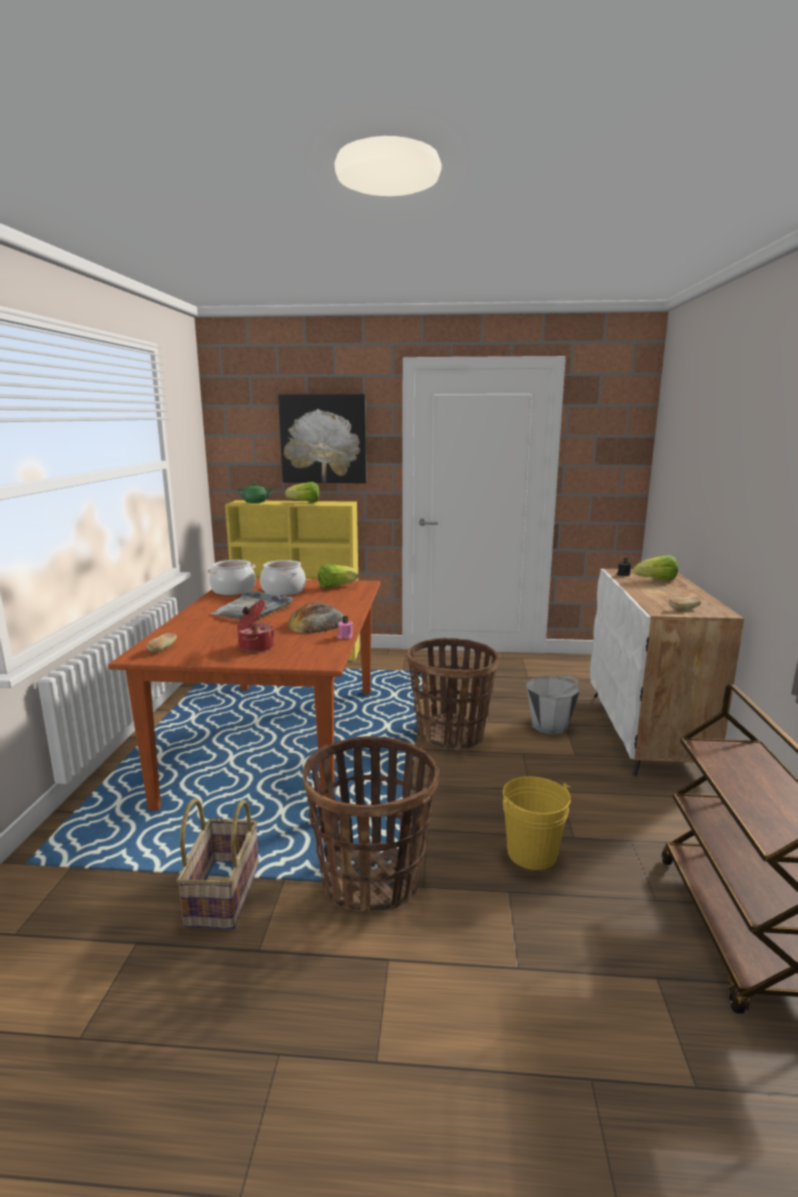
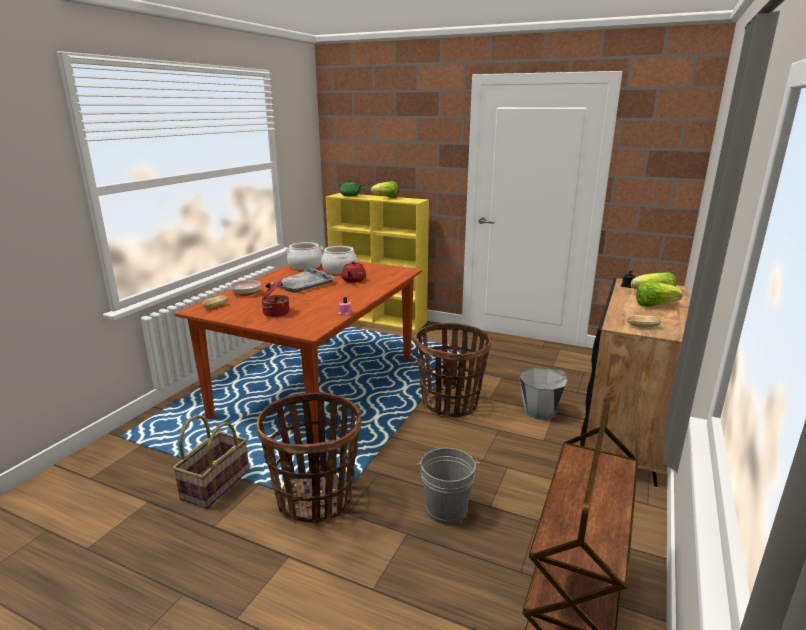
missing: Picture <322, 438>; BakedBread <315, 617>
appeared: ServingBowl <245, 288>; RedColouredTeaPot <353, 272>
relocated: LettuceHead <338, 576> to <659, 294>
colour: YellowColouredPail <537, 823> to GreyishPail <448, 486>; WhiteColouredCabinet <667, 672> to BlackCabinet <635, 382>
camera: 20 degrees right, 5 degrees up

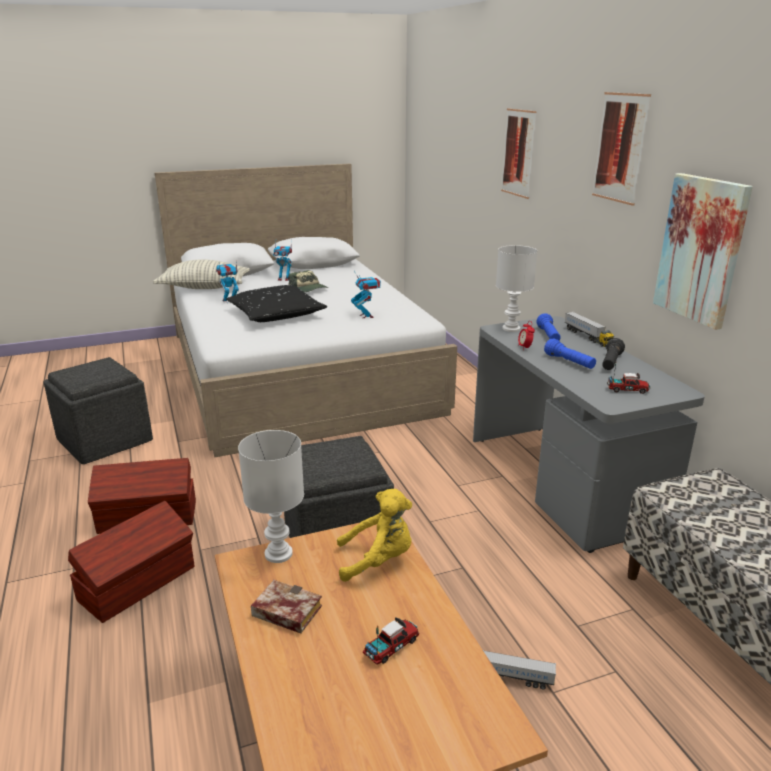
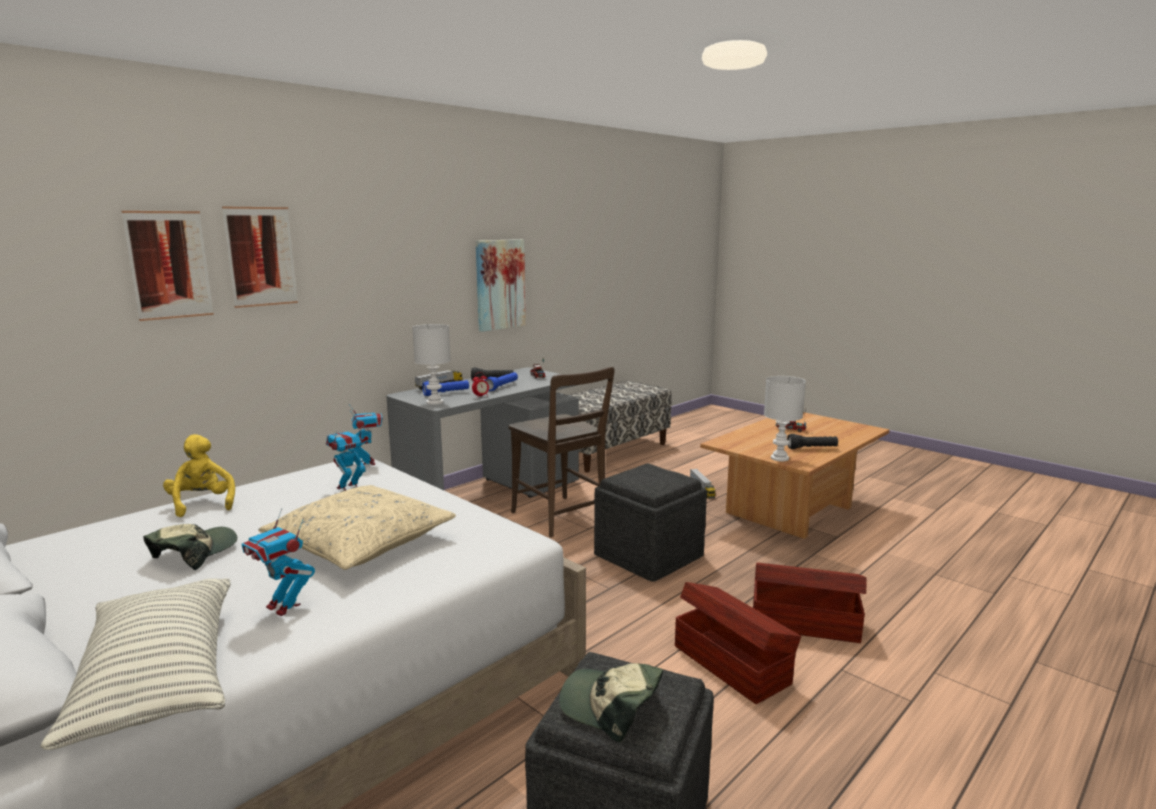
appeared: BrownChair <562, 452>; BaseballCap <611, 702>
relocated: RobotFigure <282, 260> to <365, 434>; YellowColouredPlushToy <374, 535> to <199, 475>; Picture <621, 149> to <167, 266>
exchanged: BoundBook <286, 607> to BlackTorch <812, 441>
colour: BlackCushion <276, 303> to BeigeCushion <357, 527>
camera: 115 degrees left, 10 degrees down

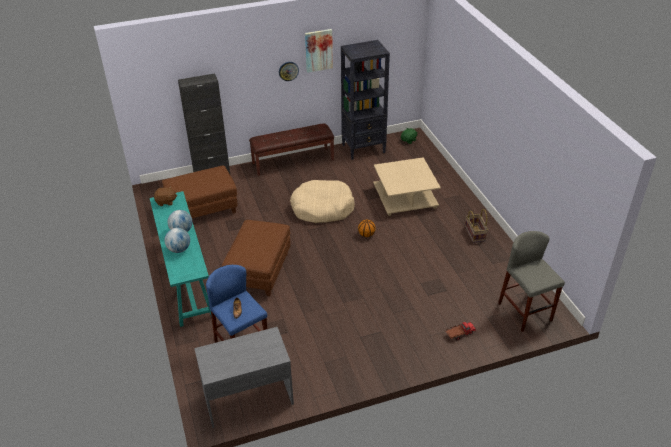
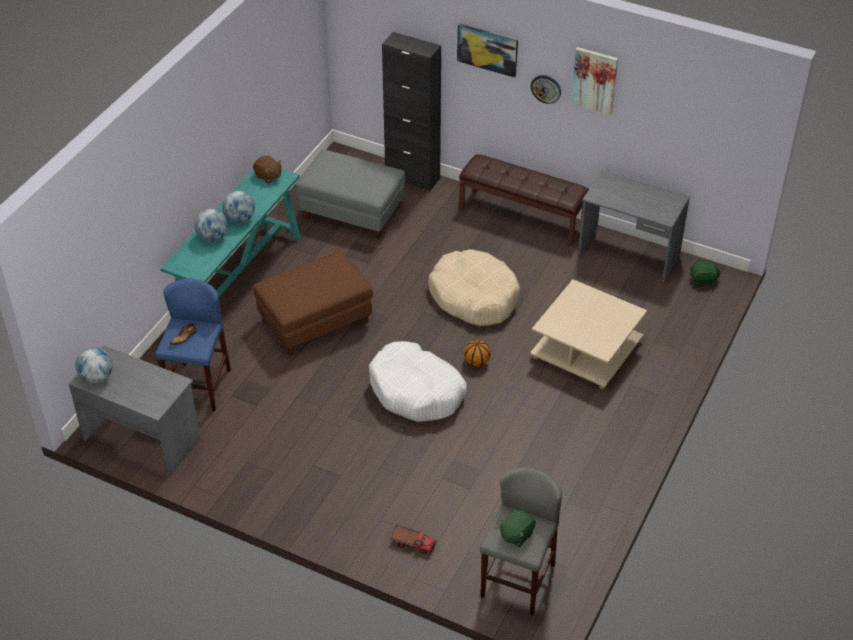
missing: StorageBasket <476, 226>
appeared: WorldGlobe <94, 365>; WhiteColouredDogBed <418, 381>; Picture <487, 51>; GreenishPlushToy <517, 528>
exchanged: BlackShelvingUnit <365, 100> to GreyishDesk <634, 226>
colour: BrownOttoman <200, 191> to GreyishOttoman <350, 194>
camera: 45 degrees right, 5 degrees up

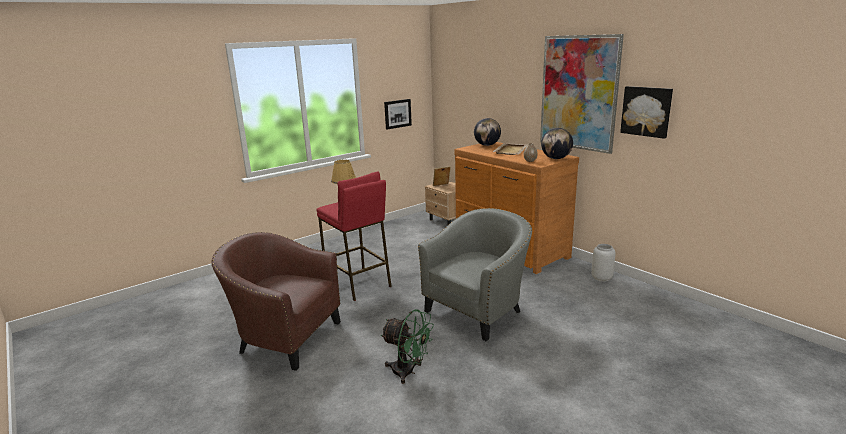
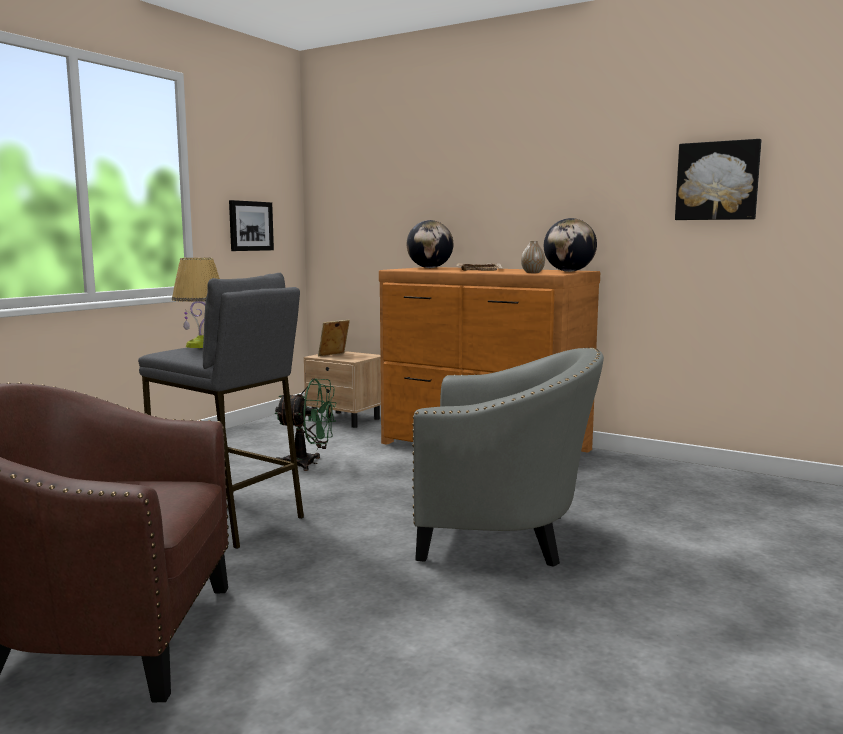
missing: Picture <582, 94>; GreyishVase <603, 263>
relocated: GreenishElectricFan <407, 346> to <305, 424>
colour: RedColouredStoolSeat <354, 236> to GreyishStoolSeat <221, 411>
spun: GreyishLoungeChair <475, 274> = <508, 457> 75 degrees clockwise
camera: 20 degrees left, 10 degrees down

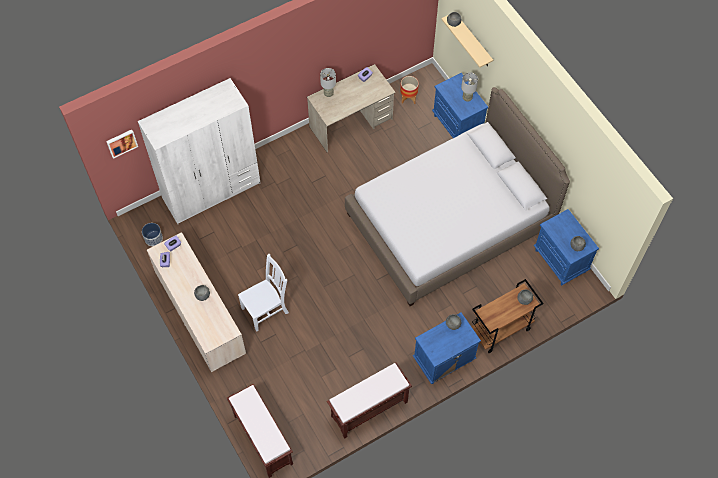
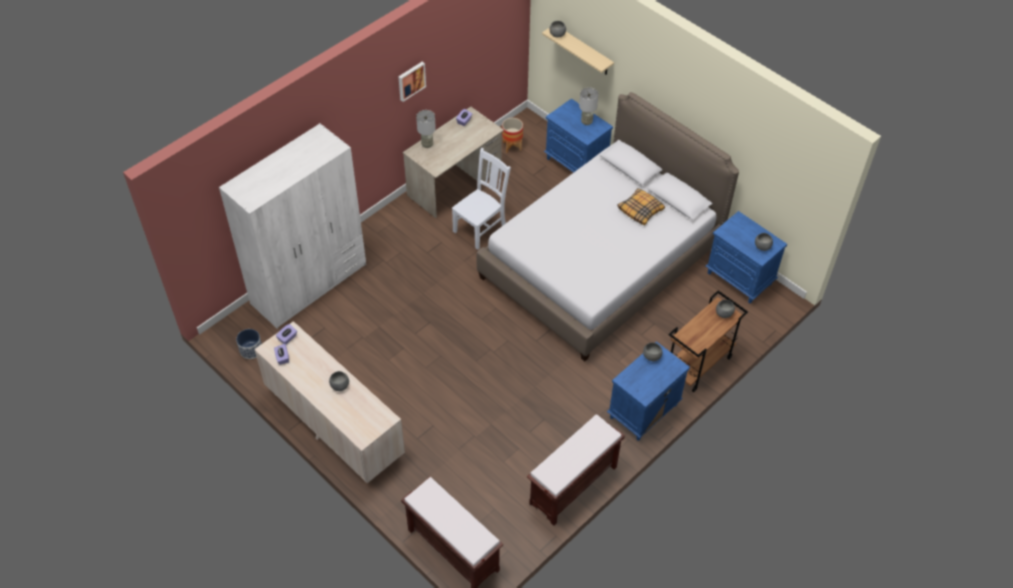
appeared: Cushion <641, 206>
relocated: Picture <122, 144> to <412, 82>; WhiteColouredChair <263, 293> to <481, 199>
camera: 15 degrees left, 10 degrees down

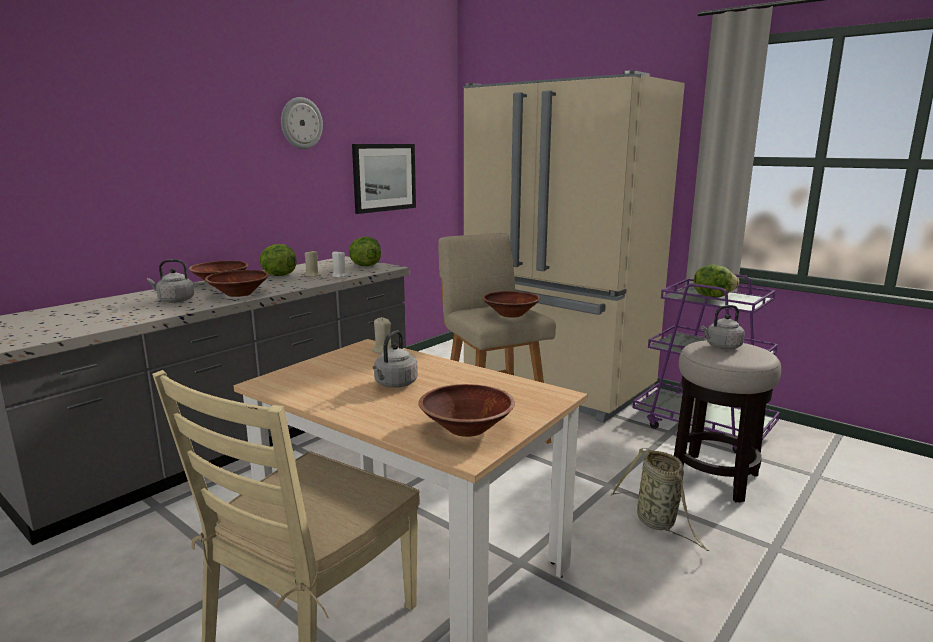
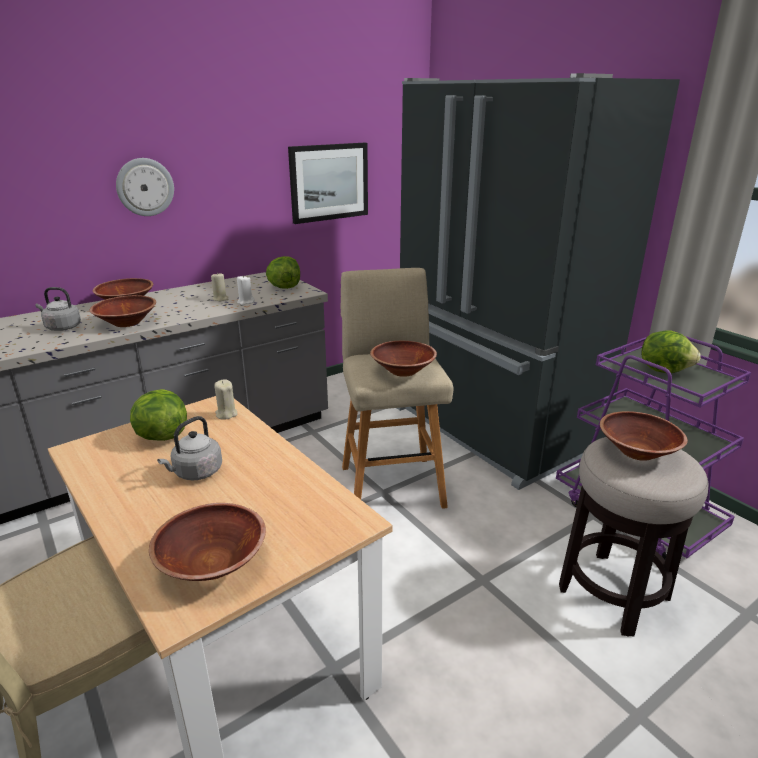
missing: StorageBasket <660, 499>
relocated: LettuceHead <278, 260> to <158, 415>; HangingClock <302, 123> to <145, 187>
exchanged: GreyishWaterKettle <722, 327> to BrownServingBowl <644, 436>
colour: BeigeKitchenFridge <574, 247> to BlackKitchenFridge <538, 281>
camera: 15 degrees right, 10 degrees up

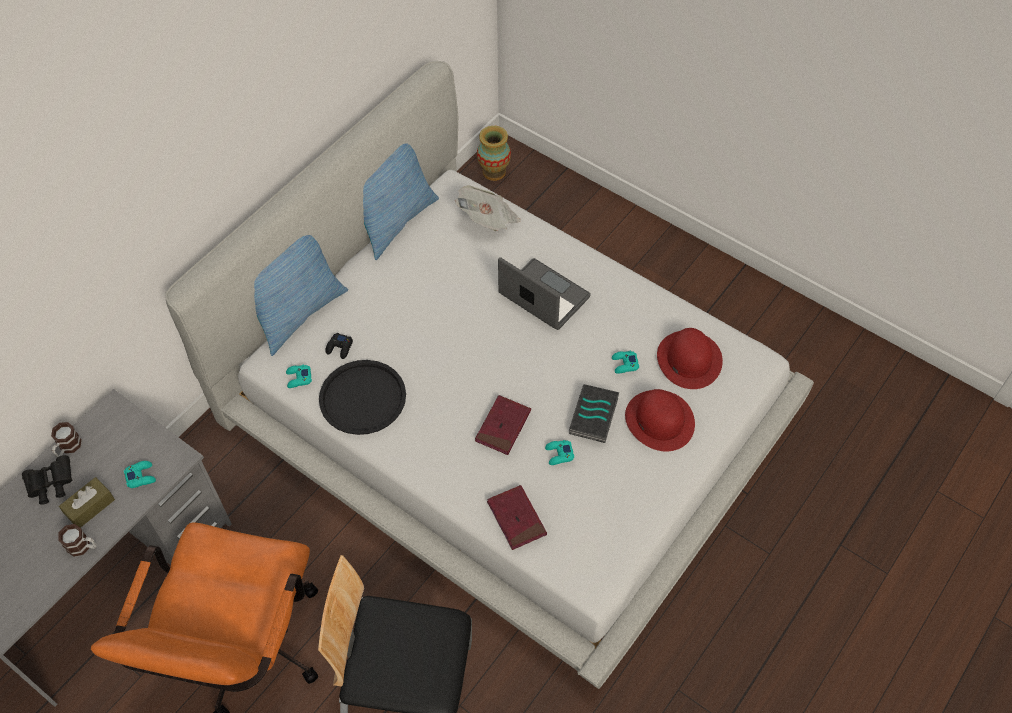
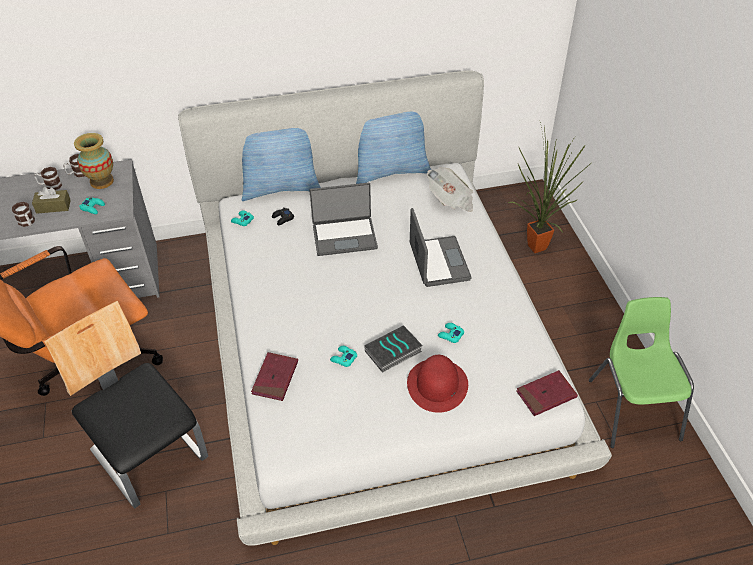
missing: BlackServingTray <362, 397>; RedColouredHat <690, 358>
appeared: Laptop <343, 219>; Houseplant <549, 187>; GreenishChair <641, 372>
relocated: RedColouredBoundBook <503, 425> to <547, 393>; Vase <494, 153> to <94, 161>
exchanged: BlackBinoculars <47, 480> to TeaMug <48, 178>
camera: 40 degrees right, 10 degrees down

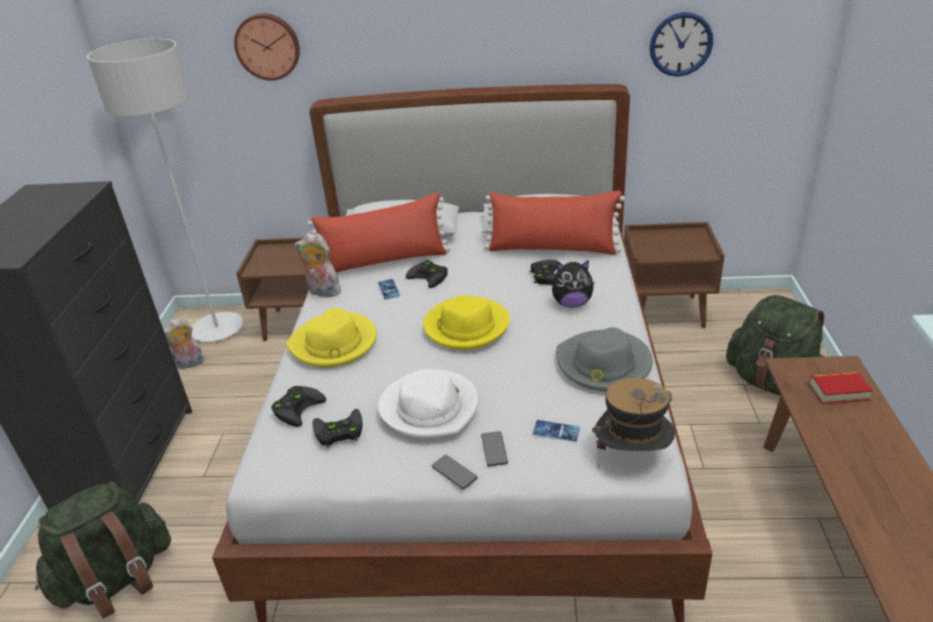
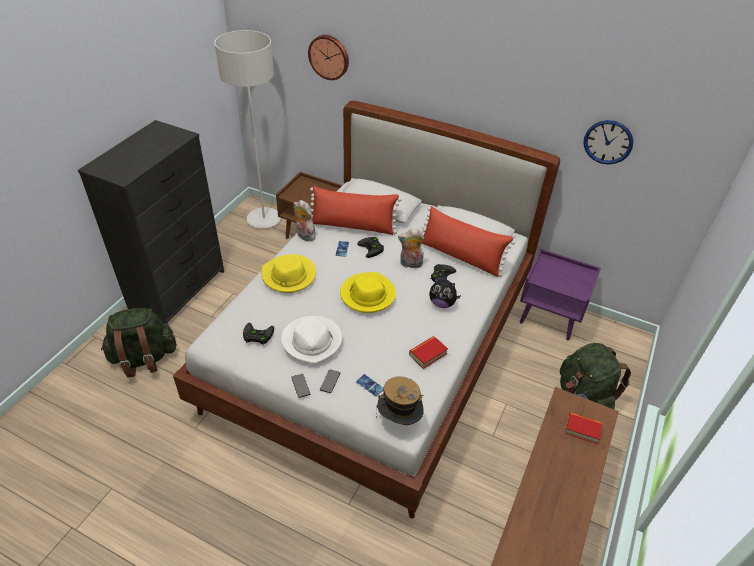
missing: BlackGameController <298, 406>
relocated: PlushToy <184, 343> to <411, 248>
exchanged: GreyishHat <604, 359> to BoundBook <428, 352>
colour: BrownNightstand <674, 275> to PurplishNightstand <560, 294>
camera: 20 degrees right, 10 degrees up

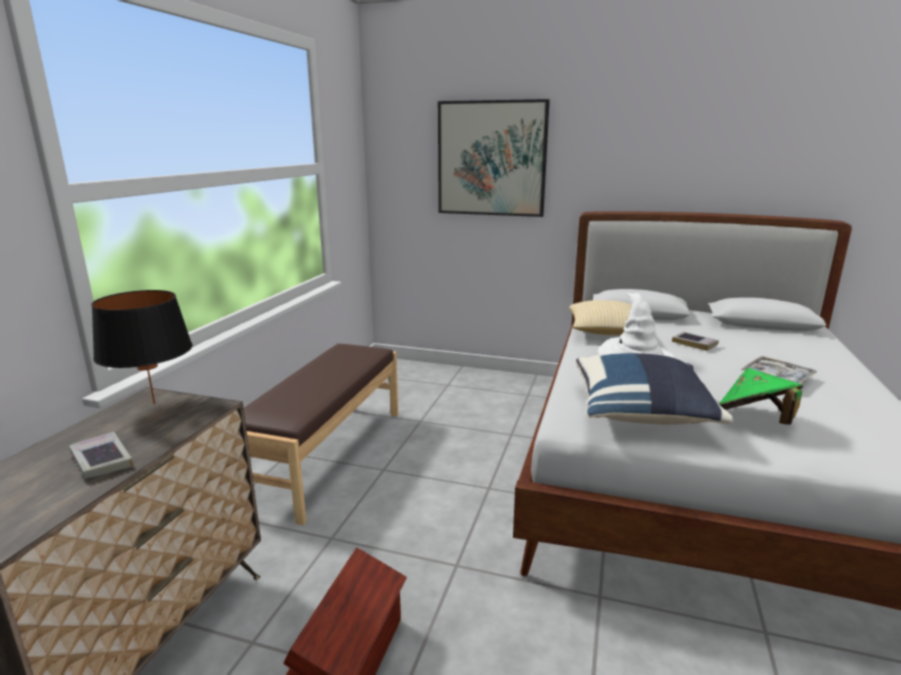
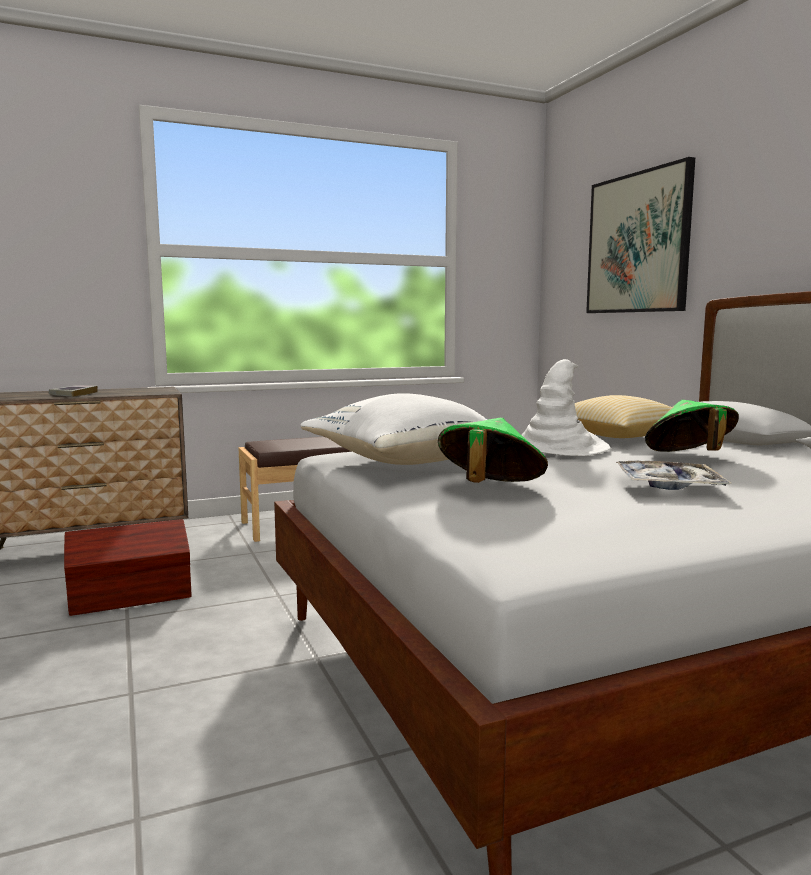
missing: BlackTableLamp <141, 347>
exchanged: BoundBook <695, 341> to GreenishHat <692, 426>
colour: BluishCushion <654, 389> to WhiteColouredCushion <394, 429>
camera: 50 degrees right, 10 degrees down

